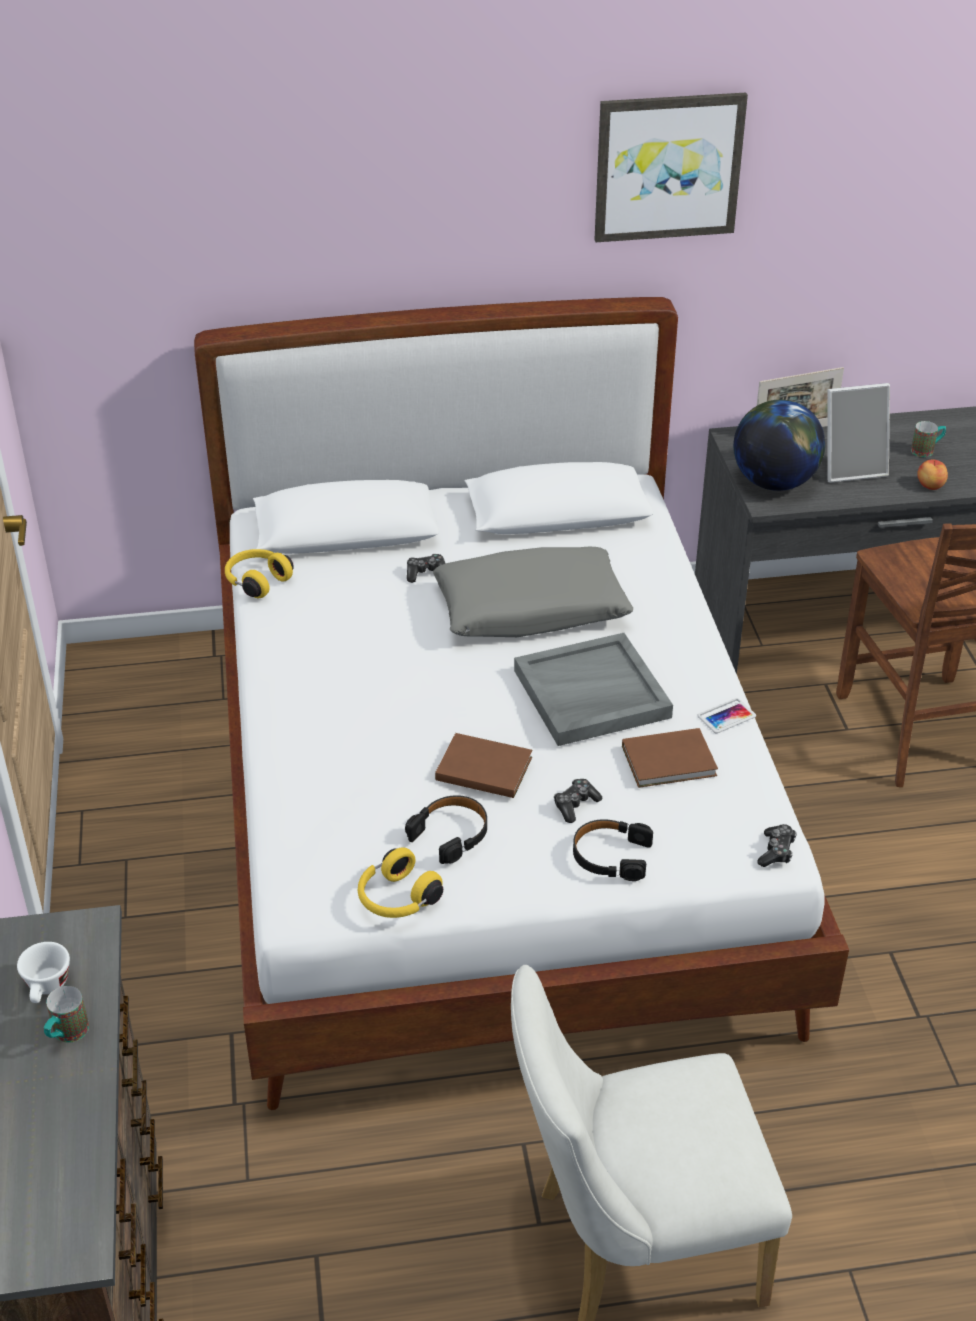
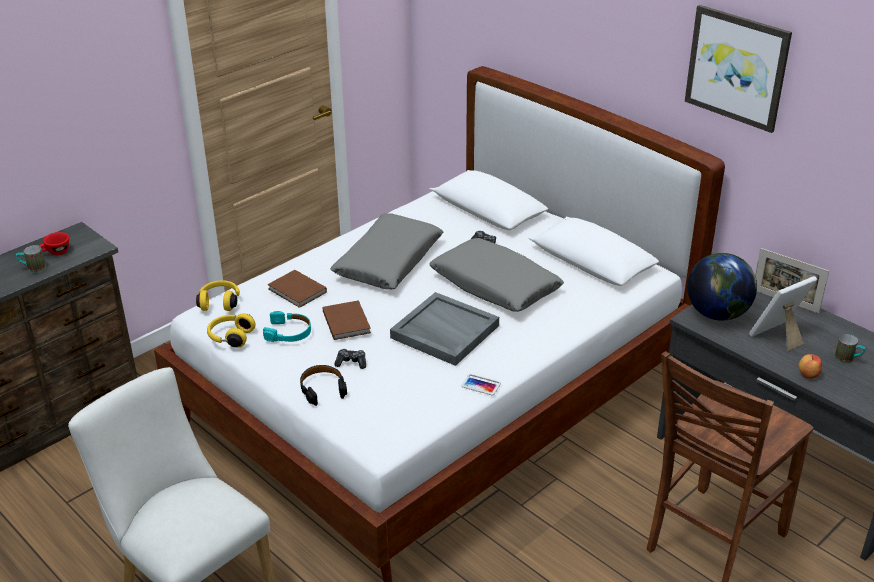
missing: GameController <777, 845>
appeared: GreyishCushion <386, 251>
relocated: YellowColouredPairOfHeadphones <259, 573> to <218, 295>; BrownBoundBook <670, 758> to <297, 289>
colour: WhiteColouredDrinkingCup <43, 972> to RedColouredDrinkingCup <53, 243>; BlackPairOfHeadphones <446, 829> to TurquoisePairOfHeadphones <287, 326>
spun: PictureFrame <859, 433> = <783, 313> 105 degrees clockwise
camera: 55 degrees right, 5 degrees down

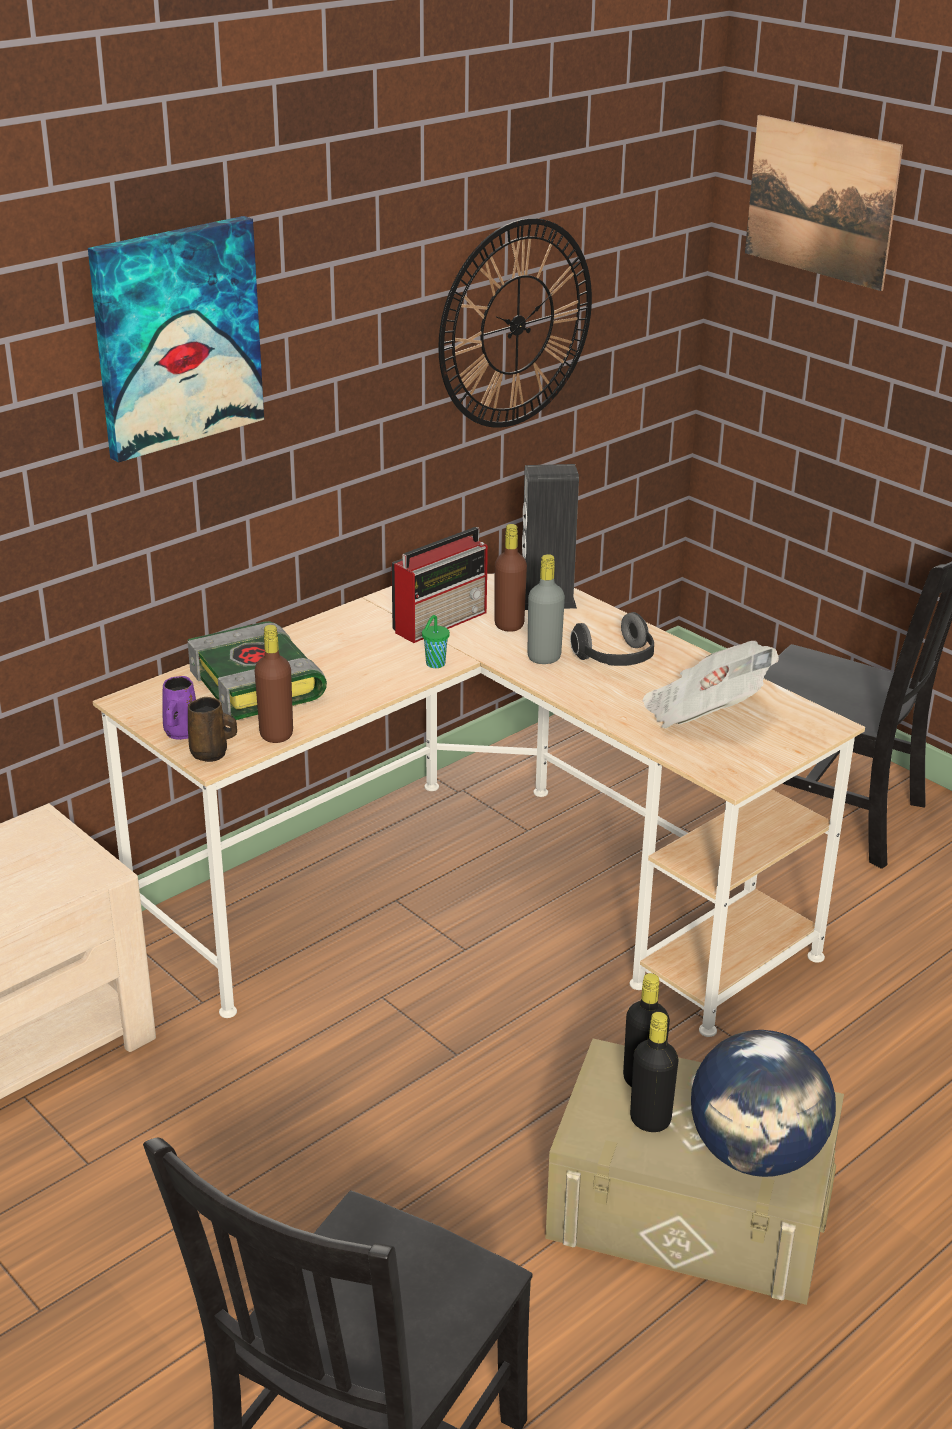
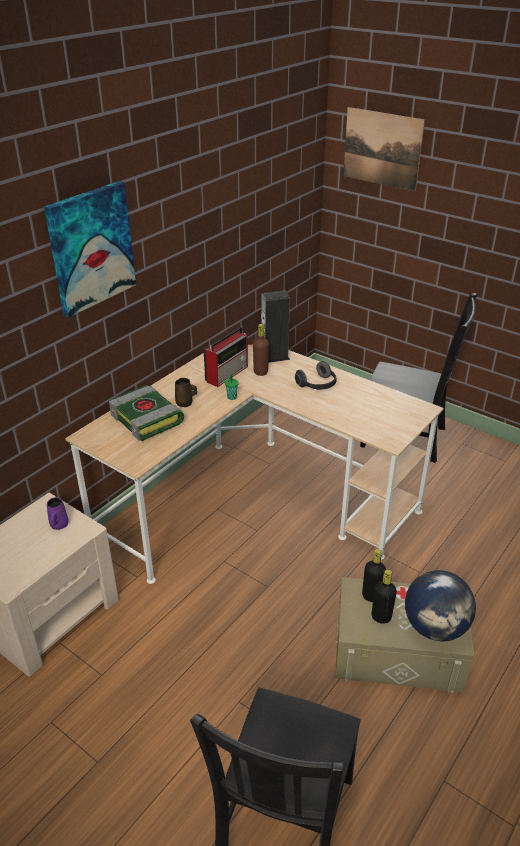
missing: BrownDrinkBottle <274, 684>; HangingClock <515, 323>; GreyishDrinkBottle <546, 609>; Newspaper <710, 685>
relocated: PurplishTeaMug <179, 708> to <58, 513>; BrownTeaMug <212, 729> to <186, 392>
camera: 10 degrees left, 5 degrees up

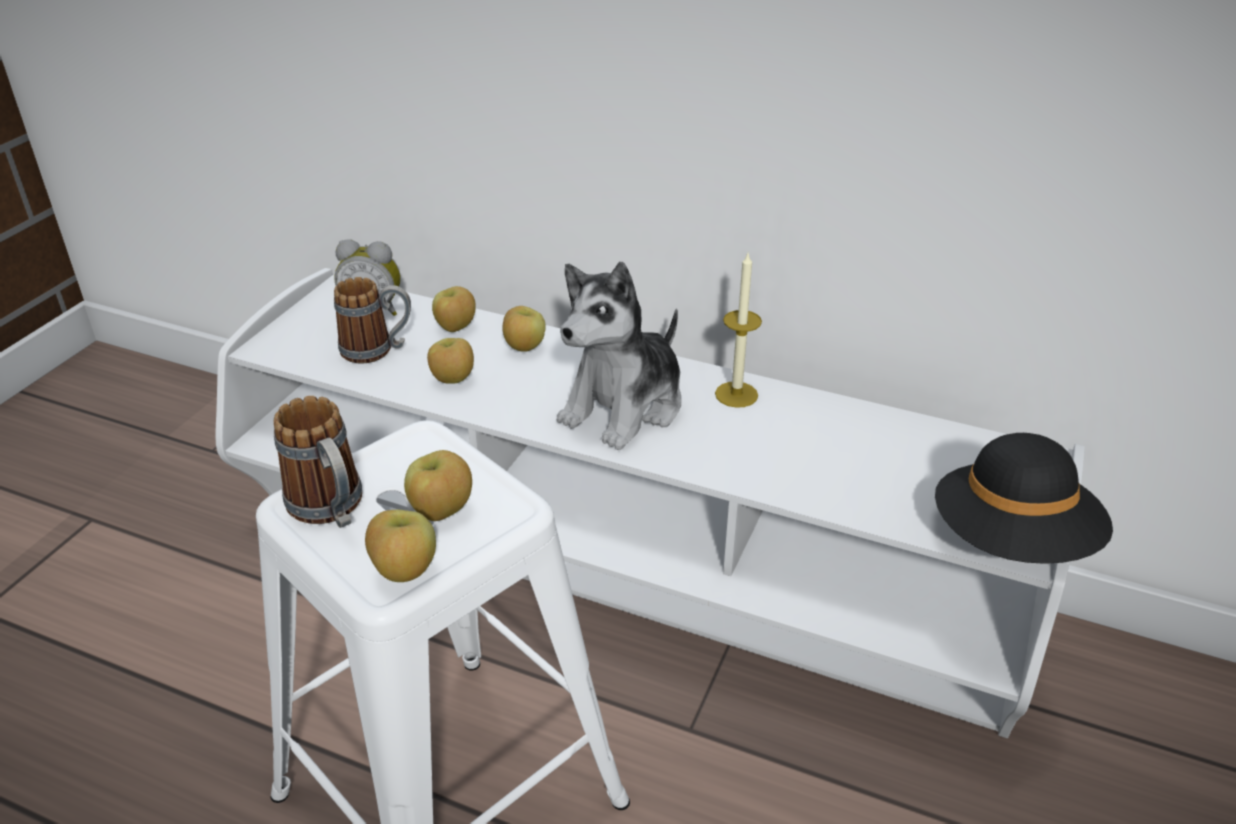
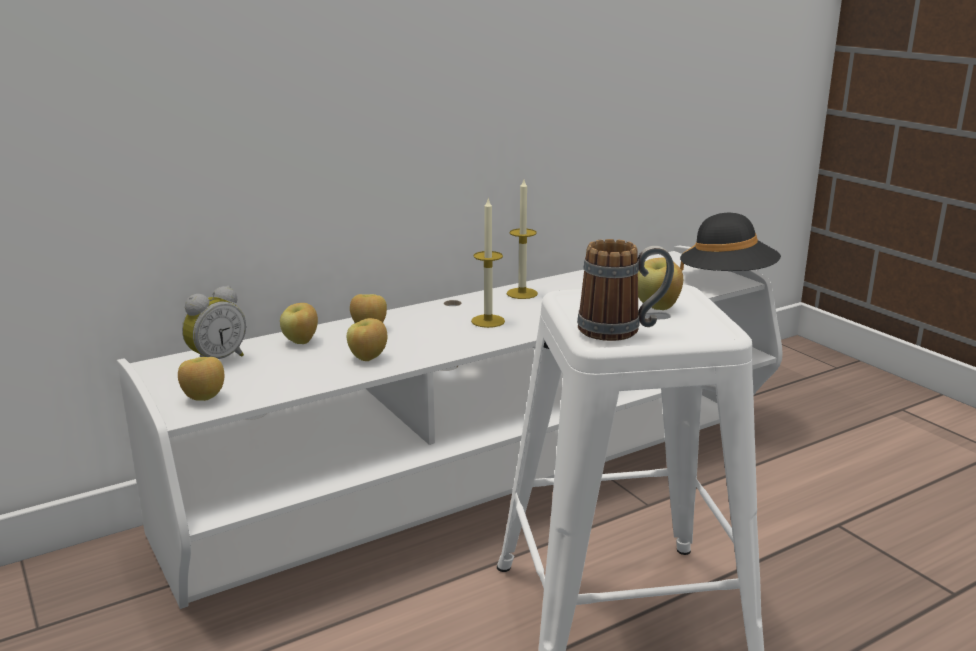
missing: TeaMug <372, 320>
relocated: AppleFruit <400, 546> to <201, 379>
exchanged: PlushToy <619, 356> to Candle <488, 263>
camera: 55 degrees left, 15 degrees down

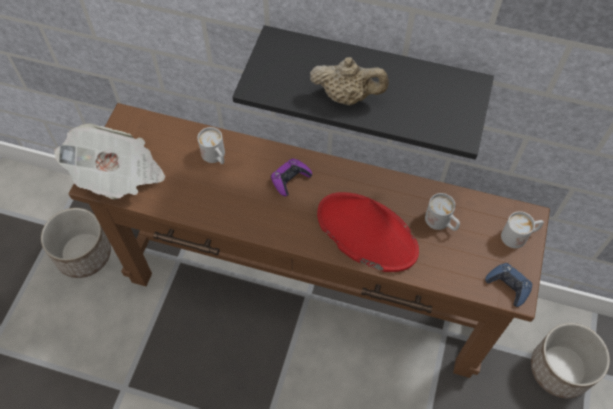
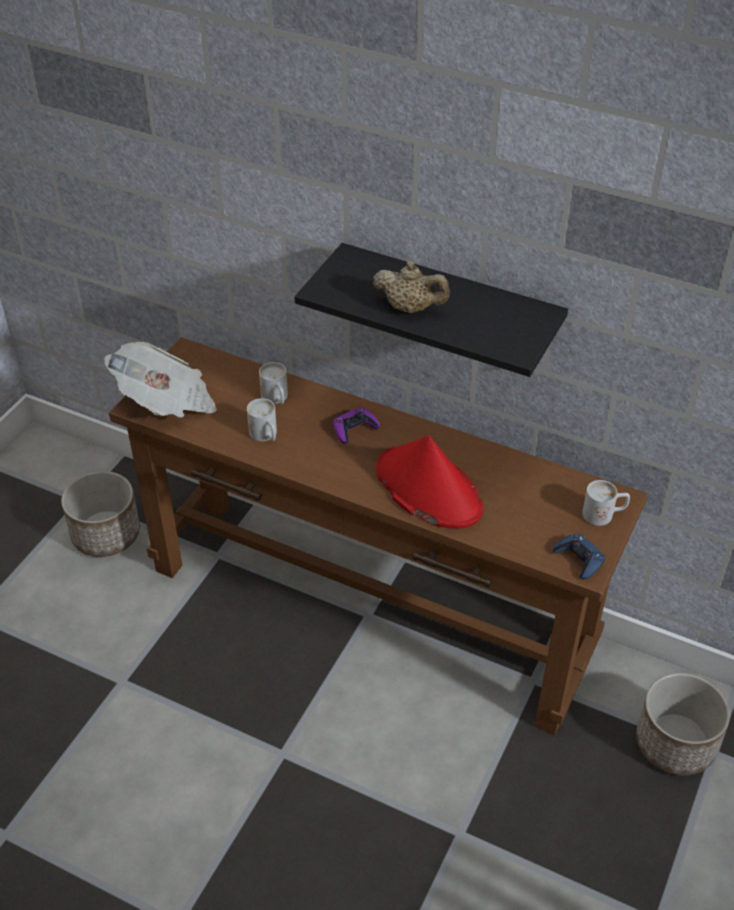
relocated: WhiteColouredTeaMug <442, 212> to <262, 419>
camera: 10 degrees right, 15 degrees down

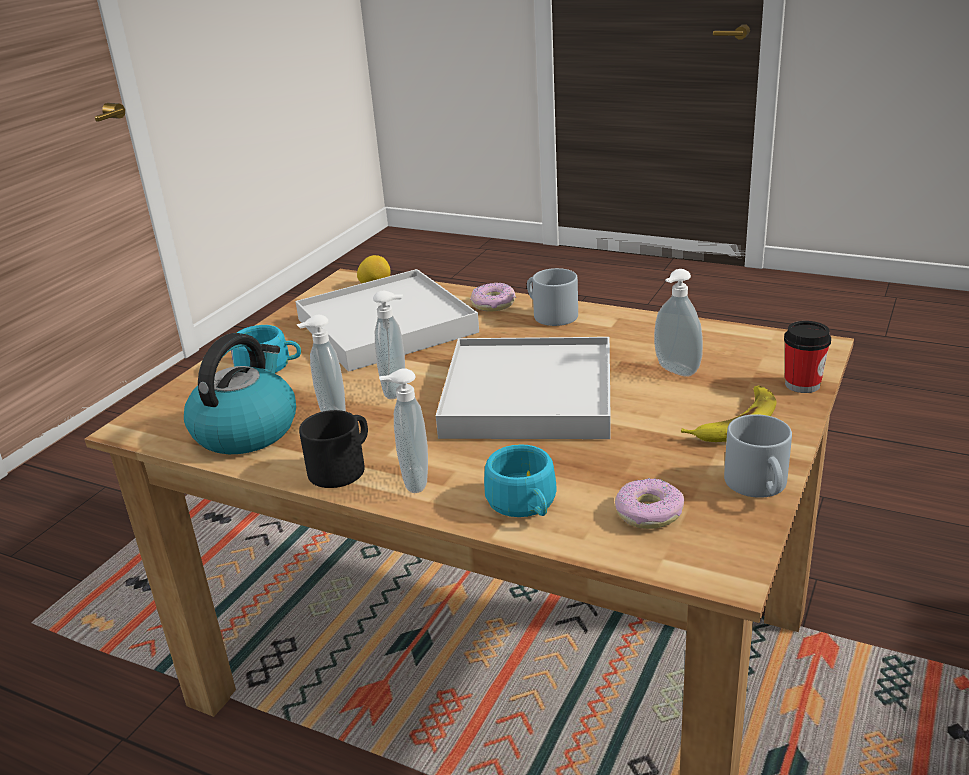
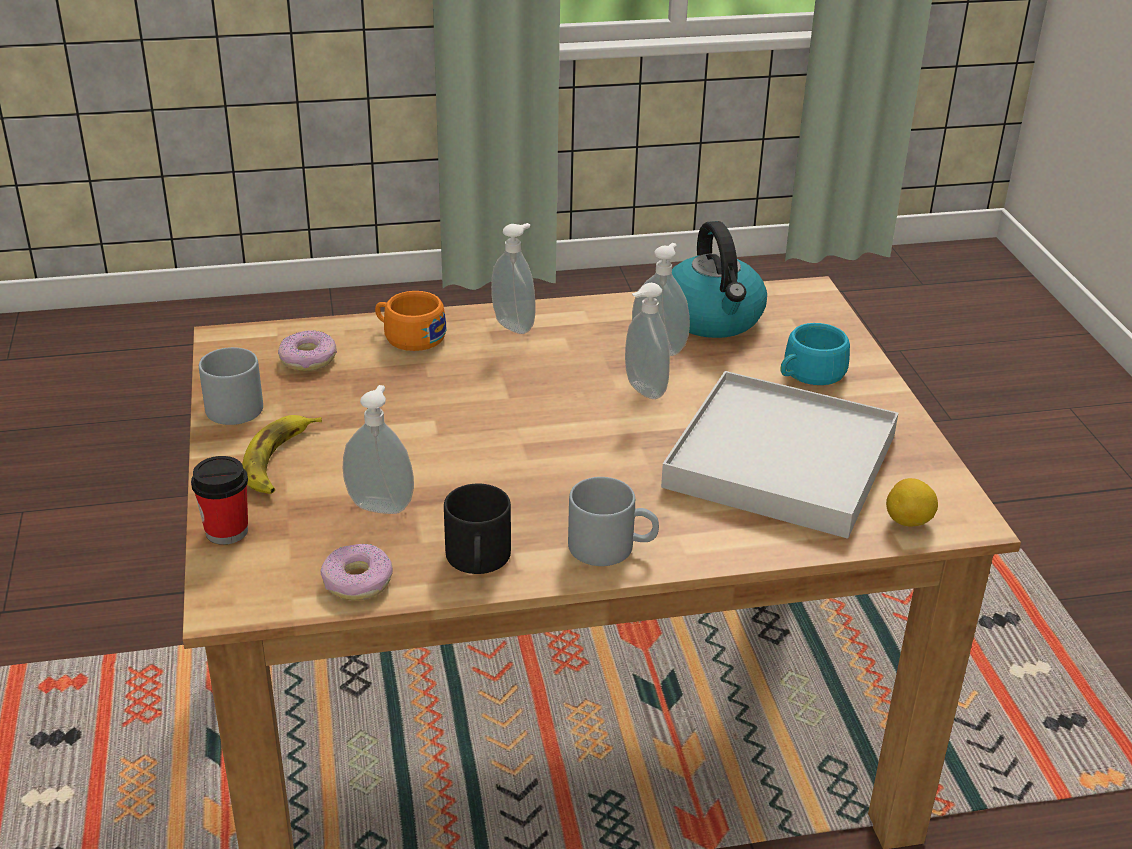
missing: WhiteColouredServingTray <523, 388>
relocated: BlackTeaMug <333, 449> to <477, 528>; Donut <493, 297> to <357, 572>
colour: TurquoiseDrinkingCup <520, 480> to OrangeColouredDrinkingCup <411, 321>
camera: 140 degrees right, 5 degrees up

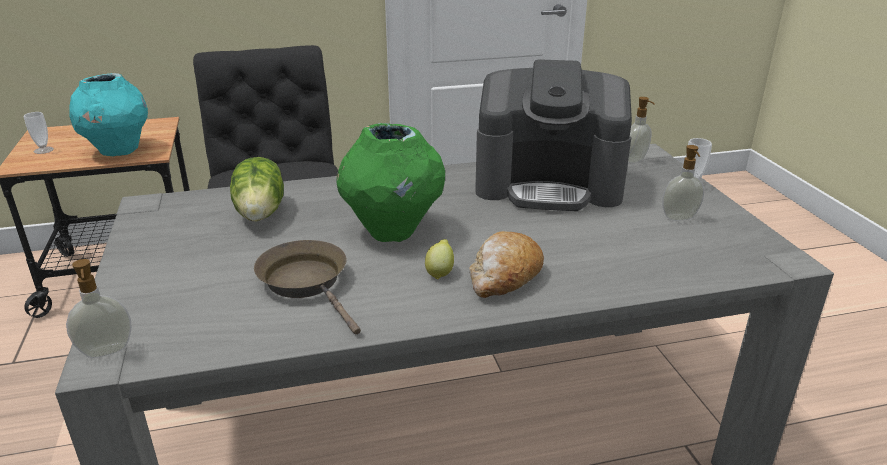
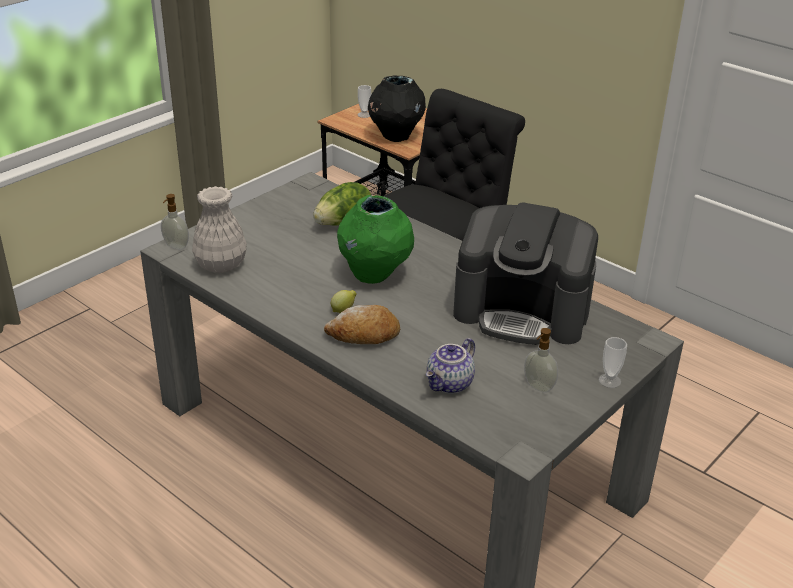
missing: BrownSkillet <307, 287>; SoapDispenser <641, 130>
appeared: WhiteColouredVase <219, 229>; TeaPot <450, 366>
colour: TurquoiseVase <108, 114> to BlackVase <397, 109>
spun: CoffeeMaker <553, 135> = <525, 273> 45 degrees counterclockwise
camera: 55 degrees right, 5 degrees up

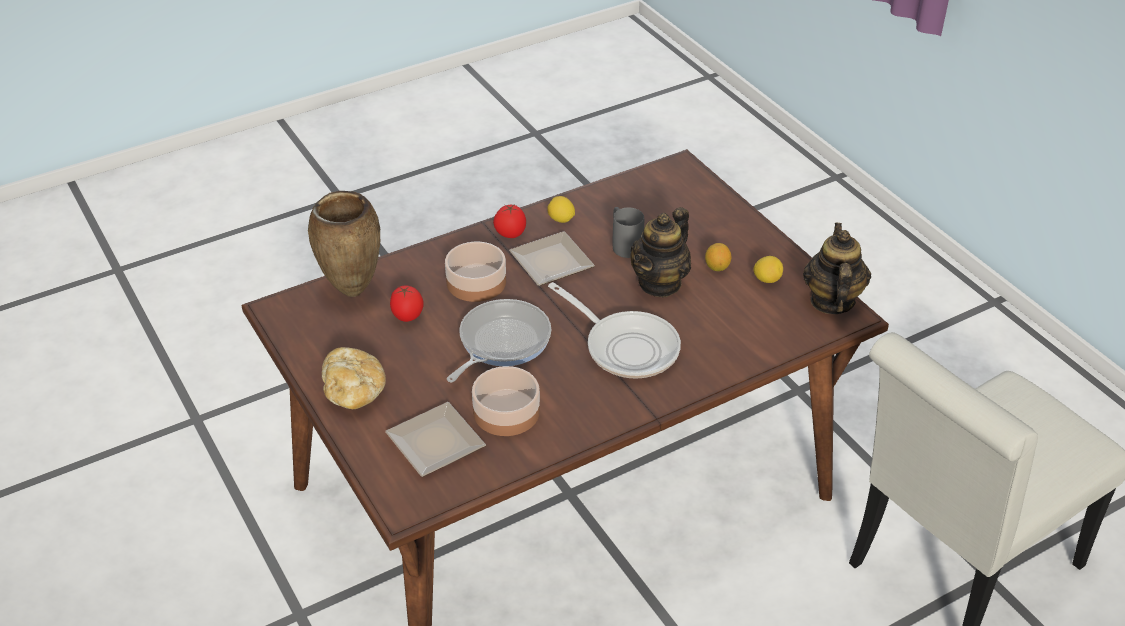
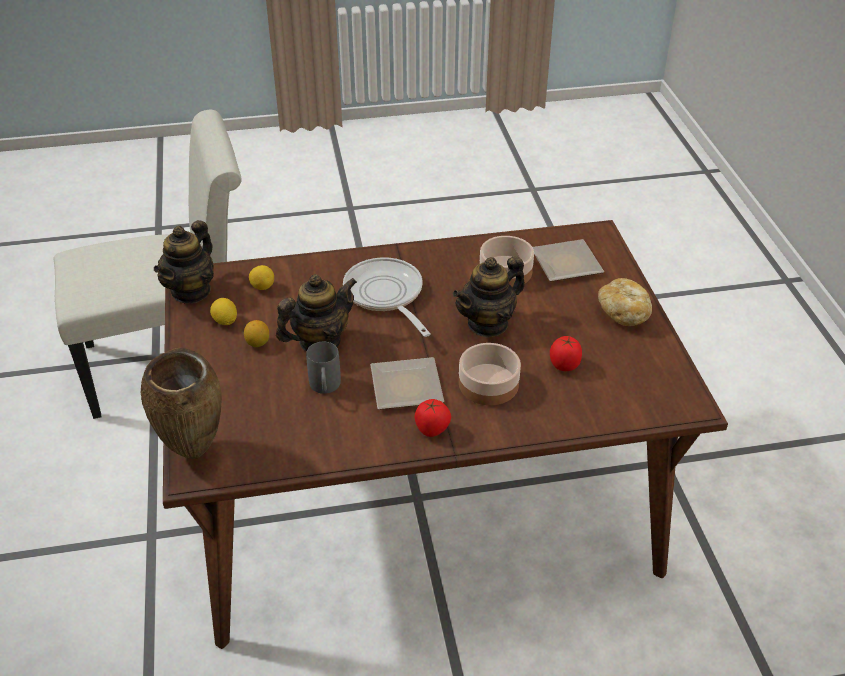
relocated: BrownVase <344, 244> to <181, 403>; Lemon <561, 209> to <261, 277>
exchanged: Skillet <499, 341> to TeaPot <489, 297>
camera: 160 degrees left, 0 degrees up

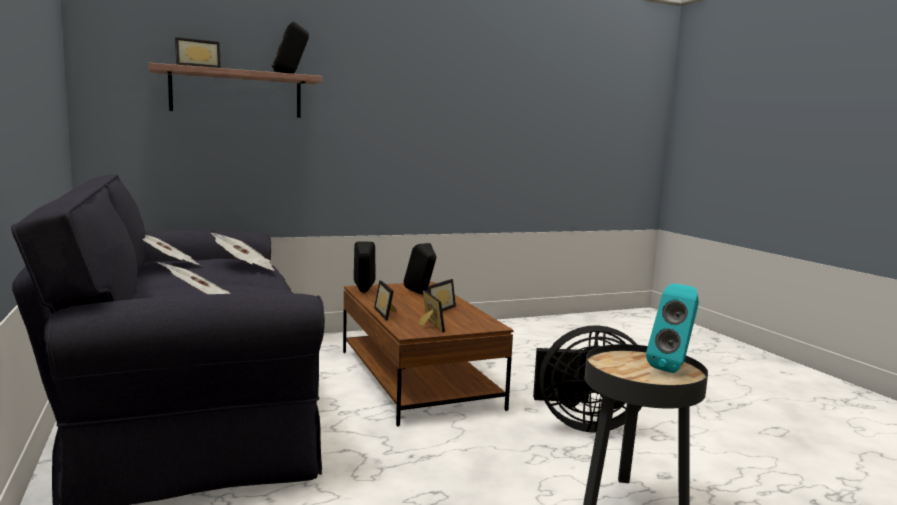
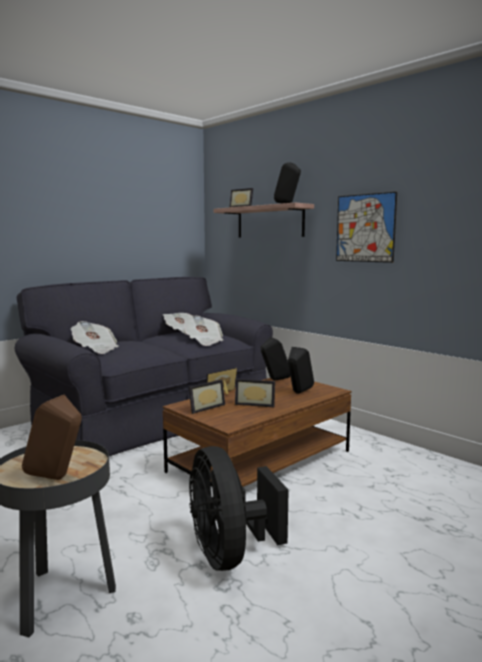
appeared: Picture <366, 227>
colour: TurquoiseAudioSpeaker <672, 328> to BrownAudioSpeaker <52, 437>
camera: 70 degrees right, 0 degrees up

